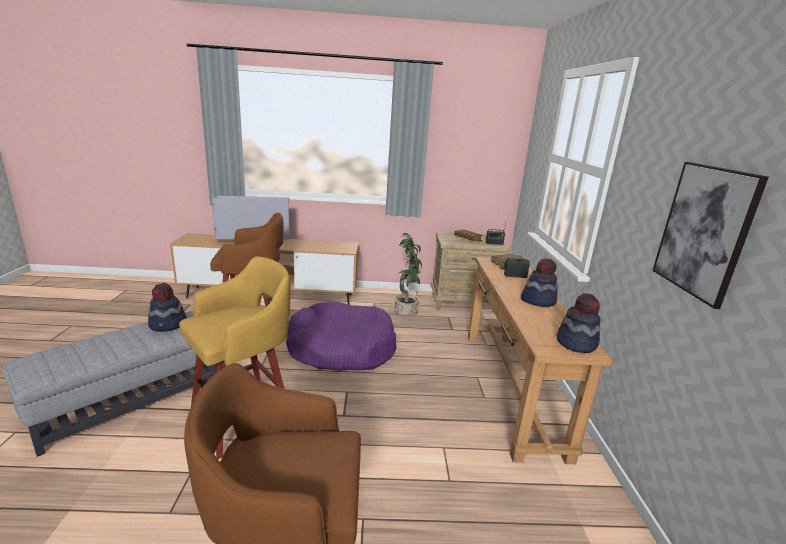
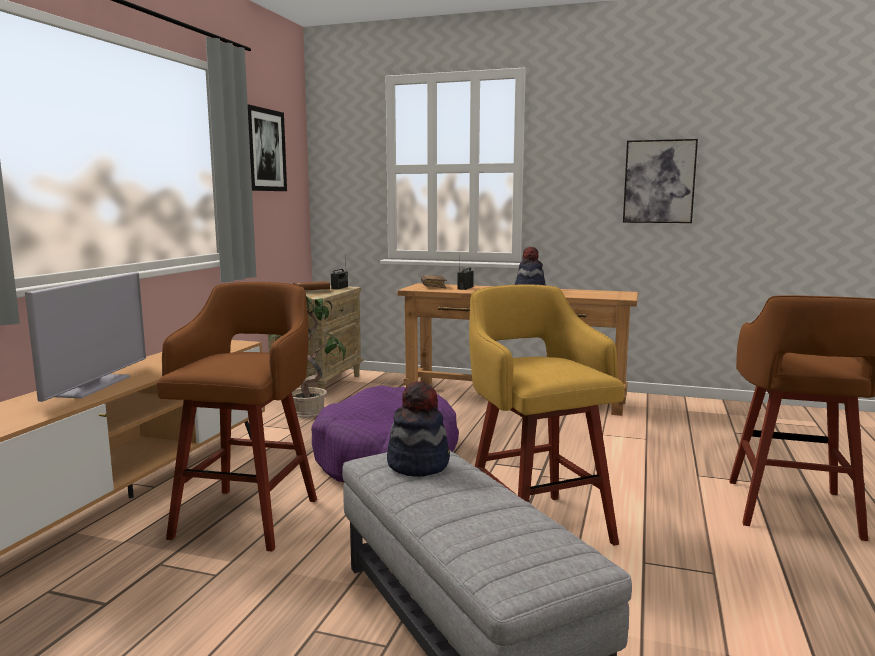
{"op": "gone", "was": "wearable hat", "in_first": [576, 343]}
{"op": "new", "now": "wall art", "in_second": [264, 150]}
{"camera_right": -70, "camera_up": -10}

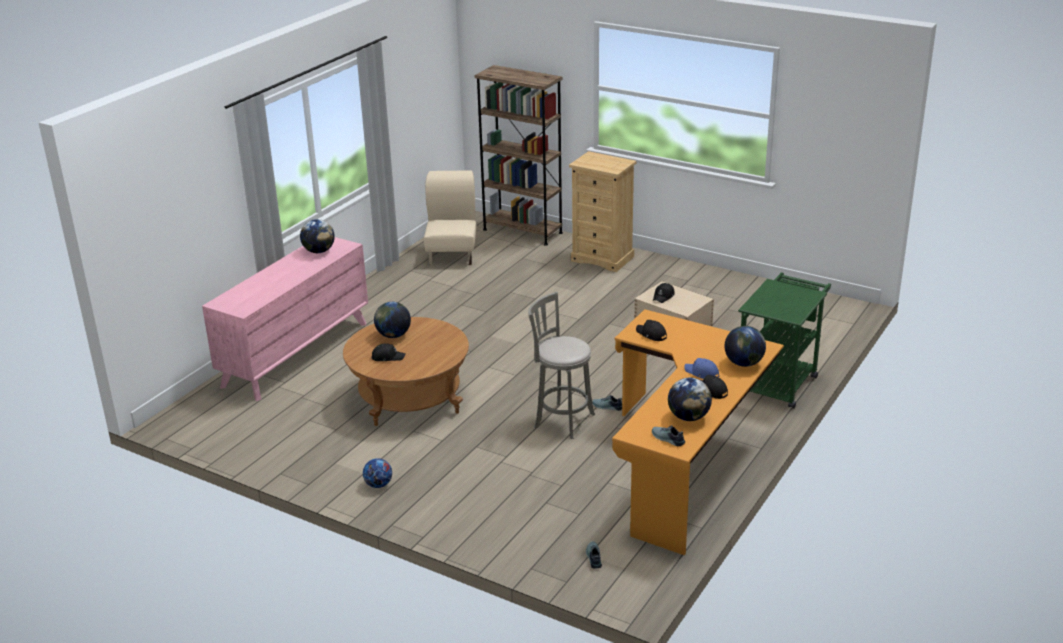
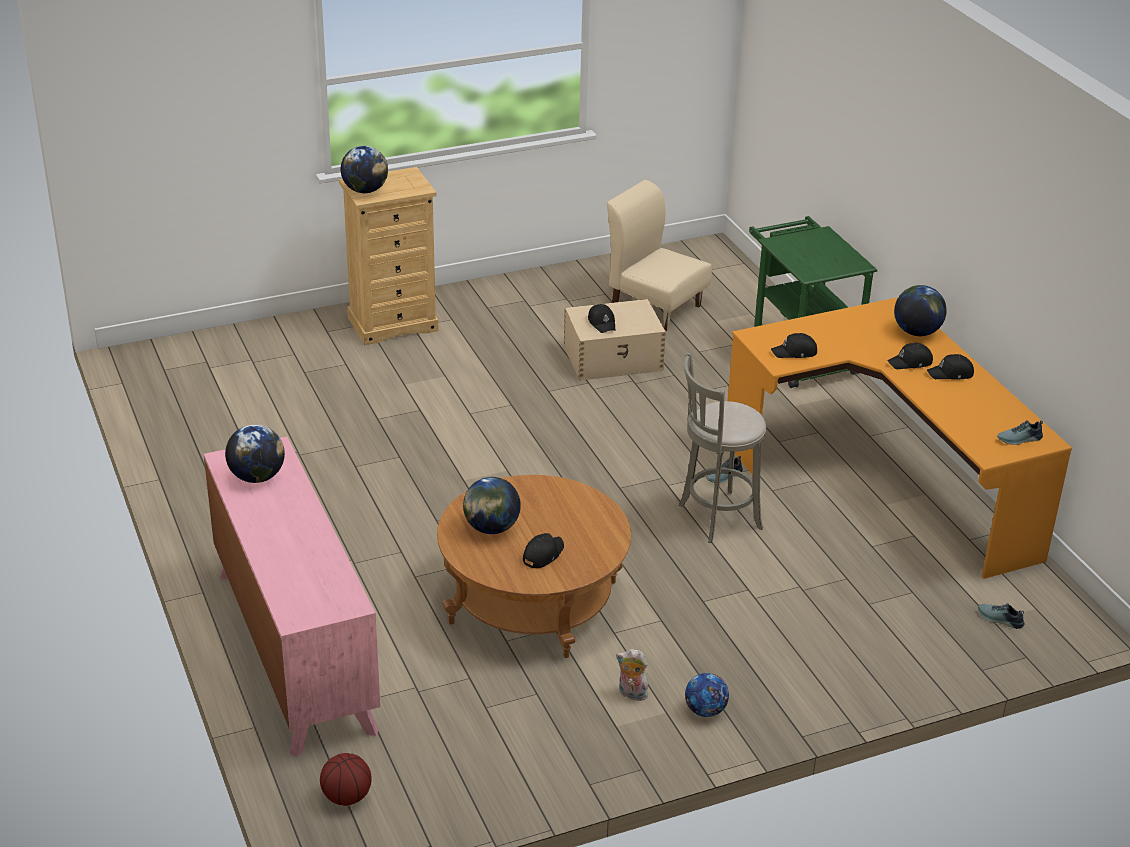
{"op": "gone", "was": "brown bookshelf", "in_first": [522, 231]}
{"op": "new", "now": "ball for basketball", "in_second": [346, 797]}
{"op": "new", "now": "plush toy", "in_second": [631, 694]}
{"op": "shifted", "was": "beige-coloured chair", "in_first": [452, 254], "in_second": [655, 306]}
{"op": "shifted", "was": "globe", "in_first": [688, 417], "in_second": [365, 190]}
{"op": "repainted", "was": "bluish cap", "now": "black-coloured cap", "in_first": [702, 373], "in_second": [910, 362]}
{"camera_right": -55, "camera_up": 5}

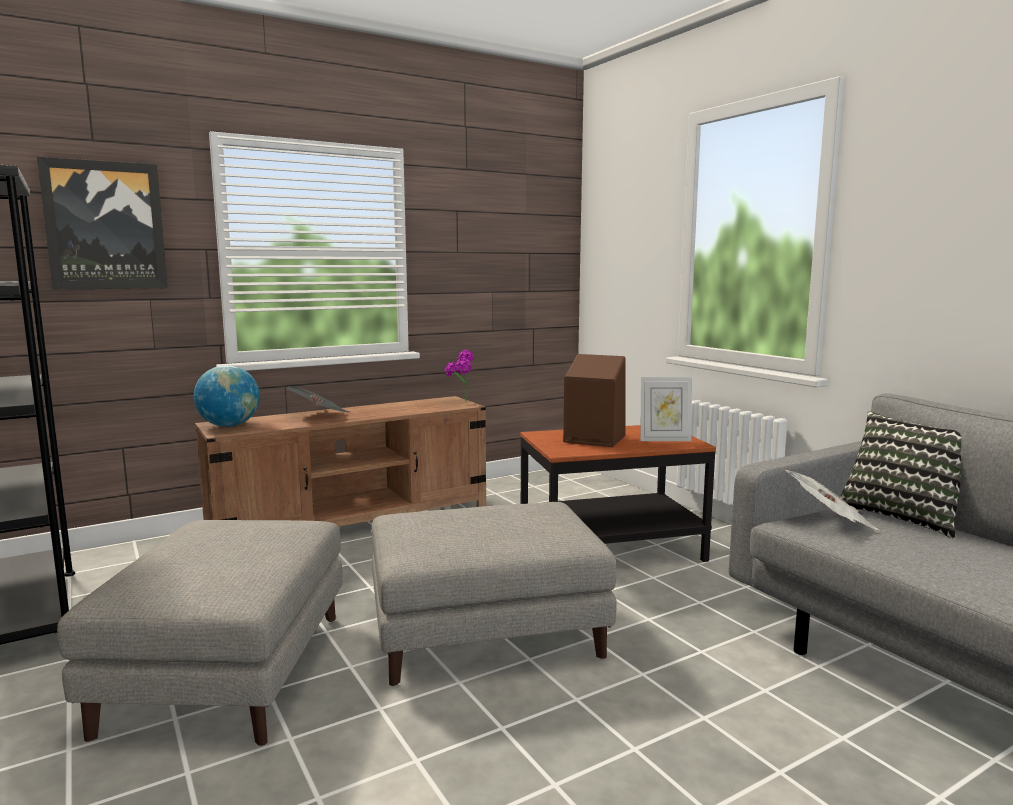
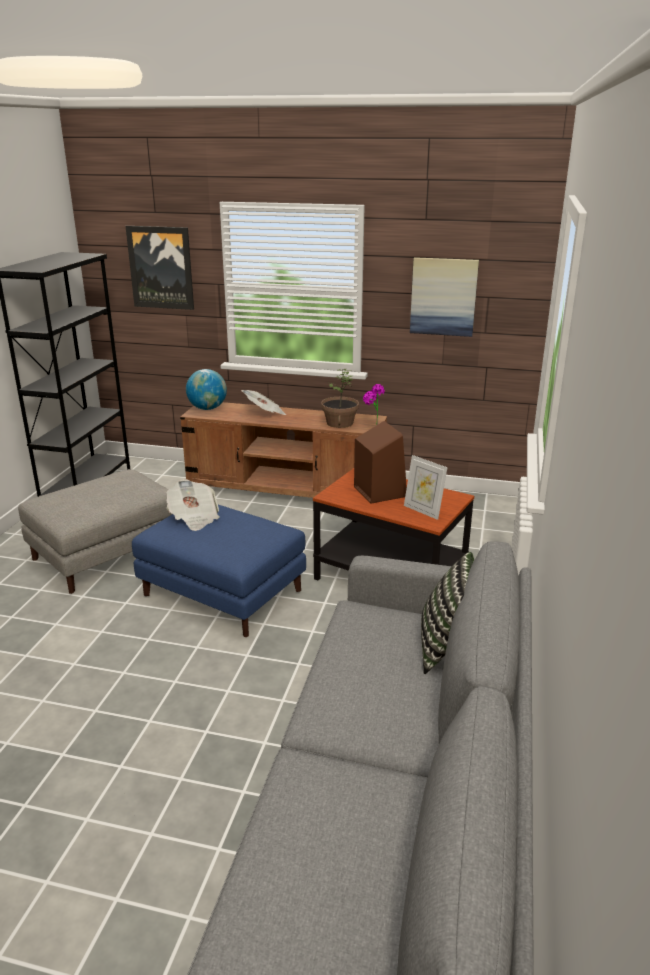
{"op": "new", "now": "plant in a pot", "in_second": [339, 423]}
{"op": "new", "now": "wall art", "in_second": [443, 296]}
{"op": "shifted", "was": "printed paper", "in_first": [829, 522], "in_second": [194, 518]}
{"op": "repainted", "was": "grey ottoman", "now": "bluish ottoman", "in_first": [484, 635], "in_second": [221, 593]}
{"camera_right": 45, "camera_up": 15}

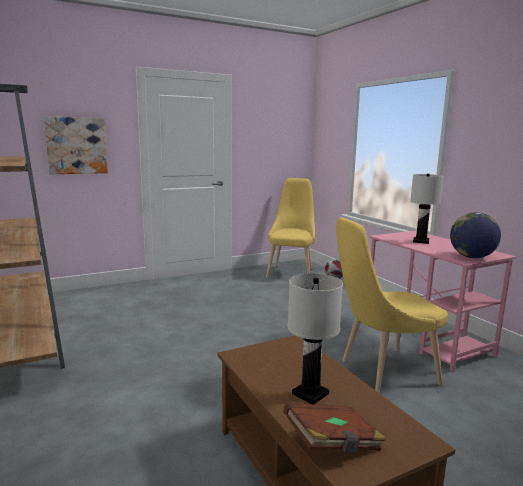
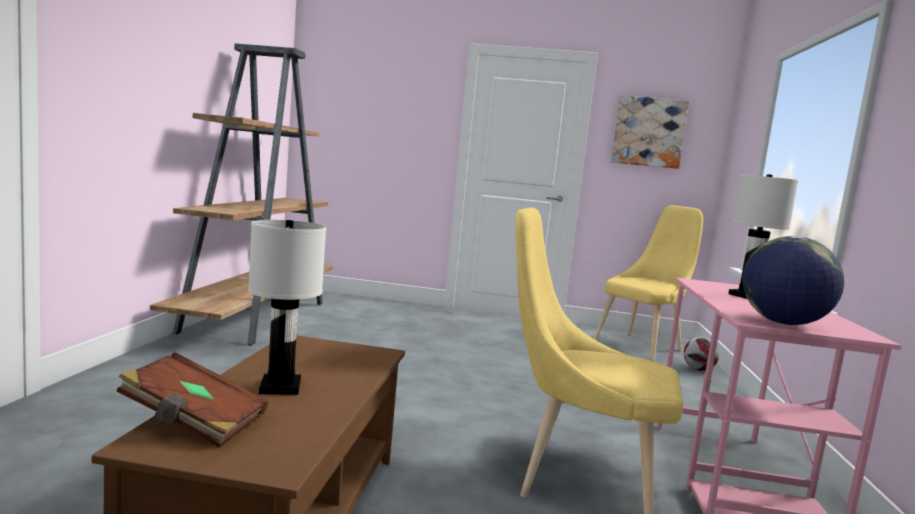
{"op": "shifted", "was": "wall art", "in_first": [76, 145], "in_second": [648, 132]}
{"camera_right": 35, "camera_up": -5}

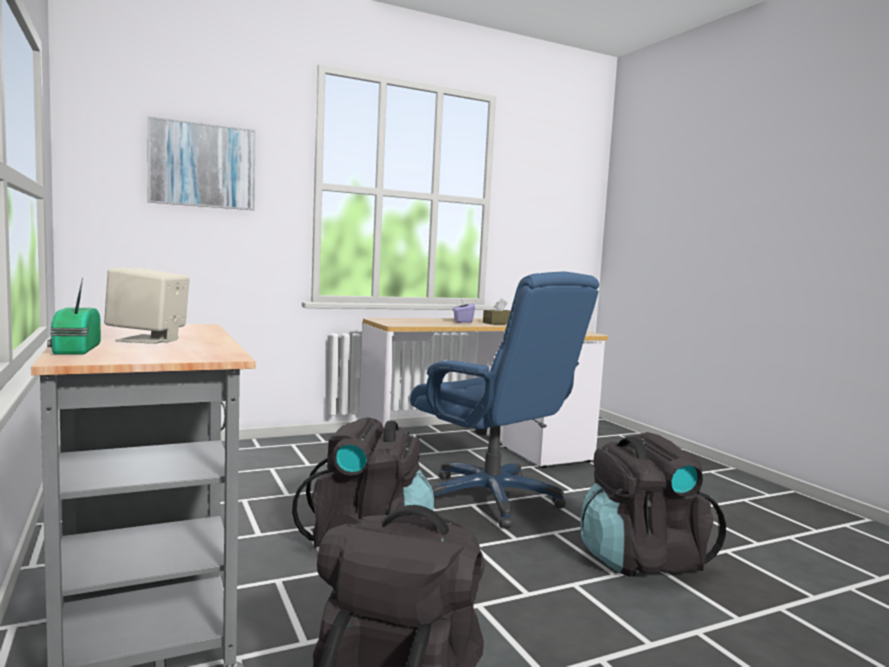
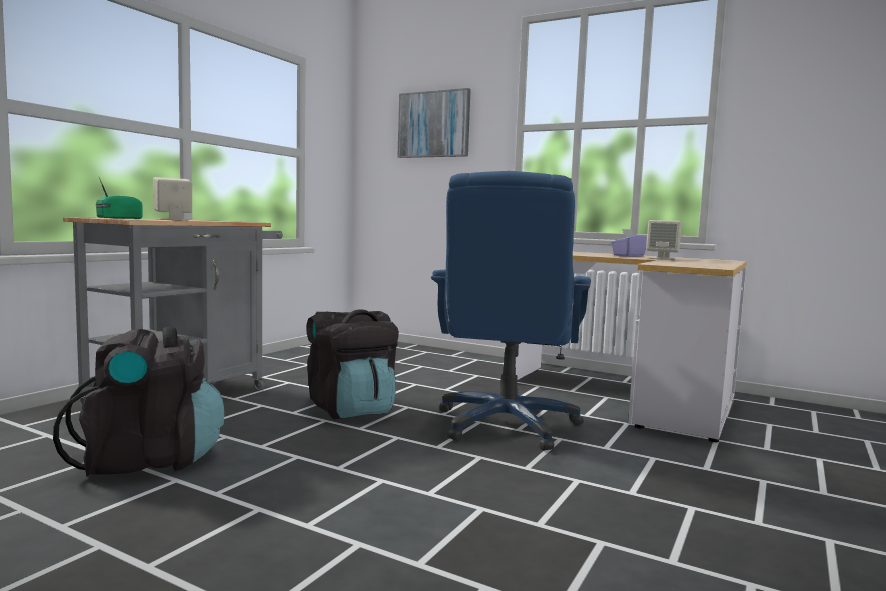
{"op": "gone", "was": "black-coloured rucksack", "in_first": [641, 559]}
{"op": "swapped", "was": "brown tissue box", "now": "beige-coloured loudspeaker", "in_first": [499, 323], "in_second": [662, 258]}
{"camera_right": 55, "camera_up": 0}

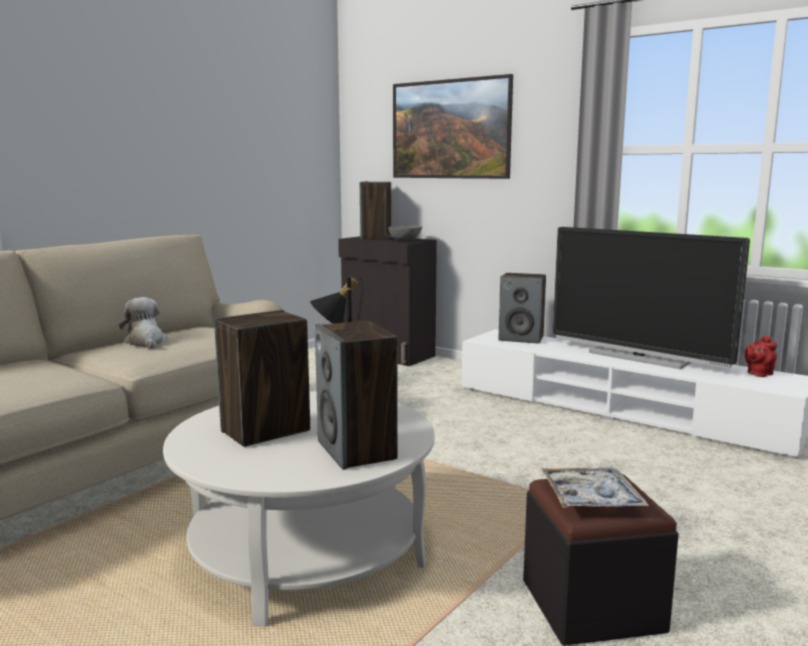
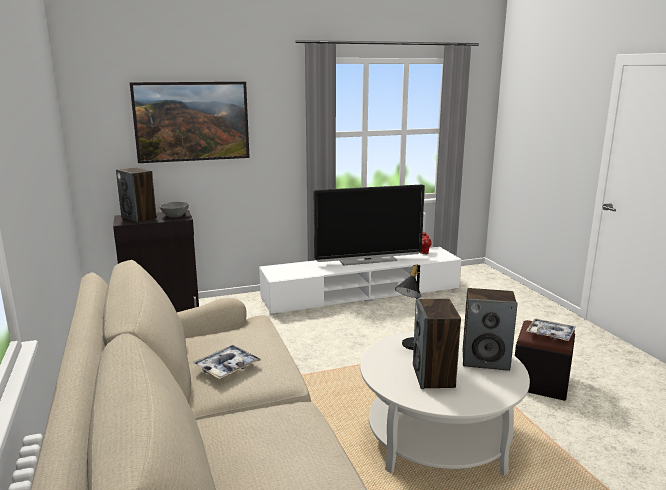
{"op": "gone", "was": "loudspeaker", "in_first": [521, 338]}
{"op": "swapped", "was": "plush toy", "now": "tray", "in_first": [146, 342], "in_second": [227, 367]}
{"camera_right": -55, "camera_up": 5}

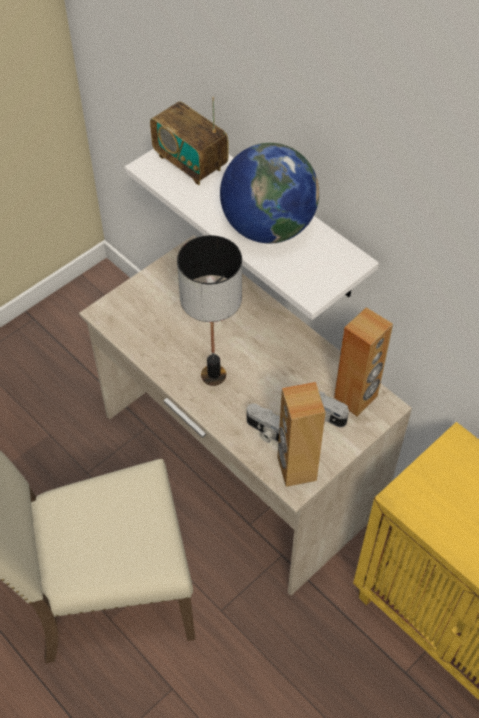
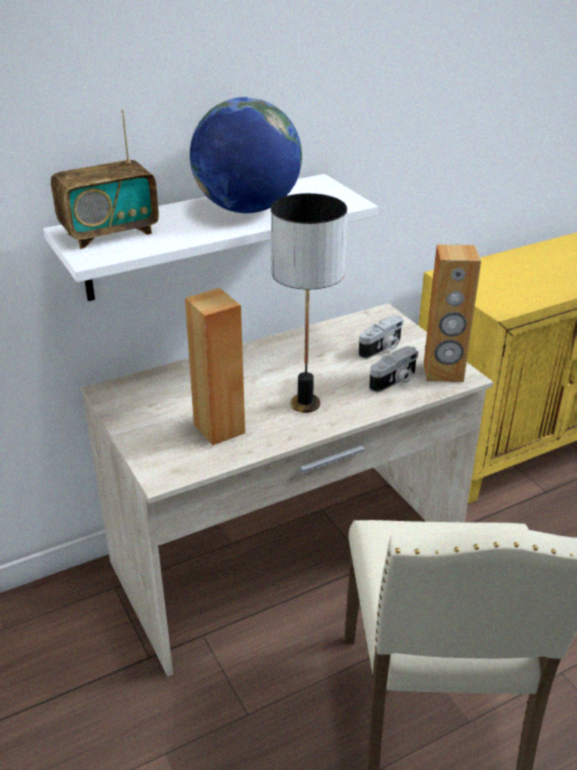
{"op": "shifted", "was": "brown loudspeaker", "in_first": [356, 398], "in_second": [220, 428]}
{"camera_right": -75, "camera_up": -20}

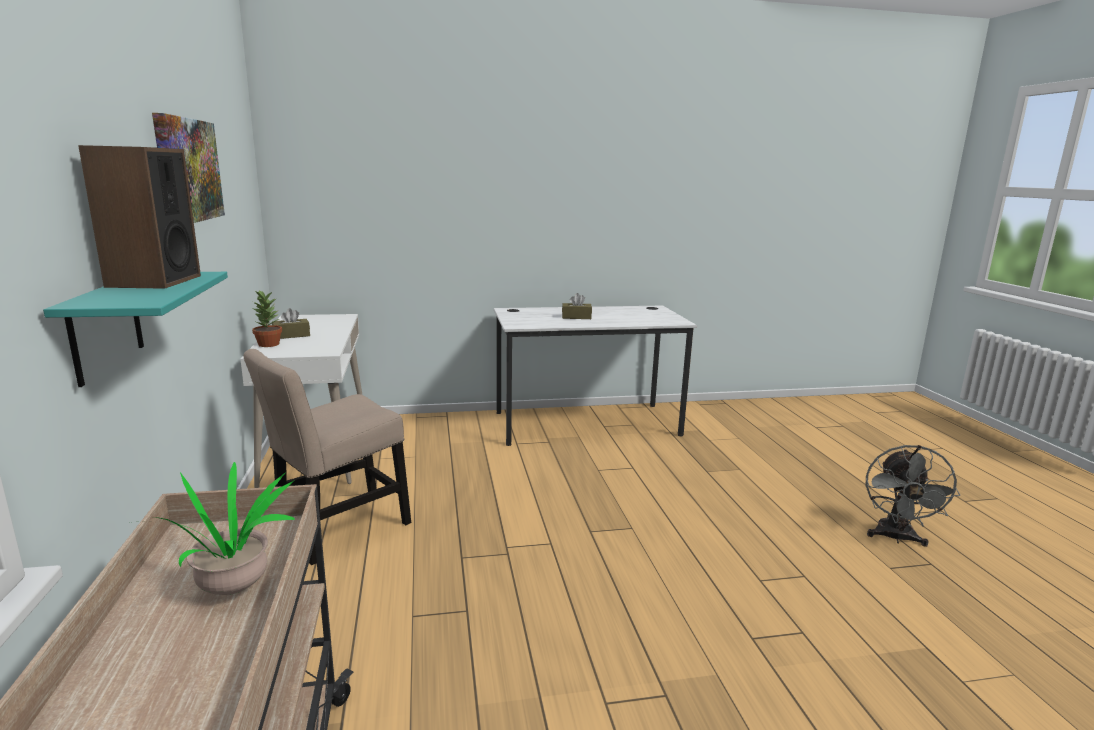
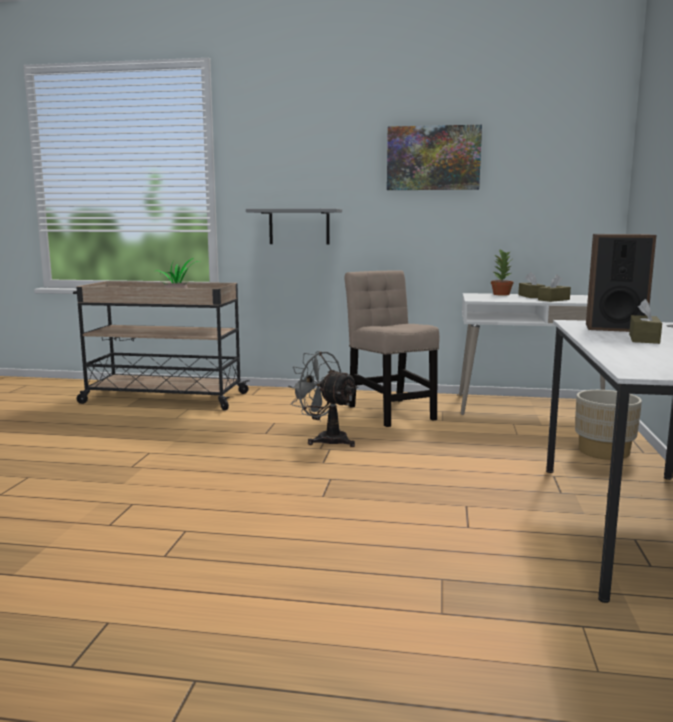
{"op": "new", "now": "brown tissue box", "in_second": [553, 300]}
{"op": "new", "now": "beige-coloured plant pot", "in_second": [604, 451]}
{"op": "shifted", "was": "loudspeaker", "in_first": [154, 281], "in_second": [614, 327]}
{"op": "shifted", "was": "grey electric fan", "in_first": [896, 538], "in_second": [326, 439]}
{"op": "repainted", "was": "blue-green wall shelf", "now": "grey wall shelf", "in_first": [106, 326], "in_second": [299, 226]}
{"camera_right": 110, "camera_up": -5}

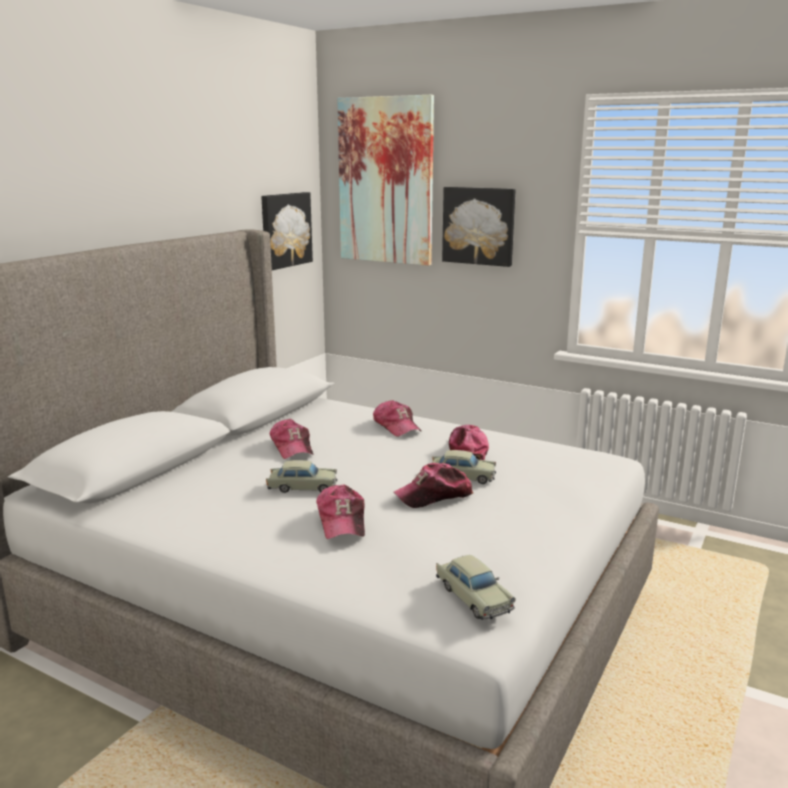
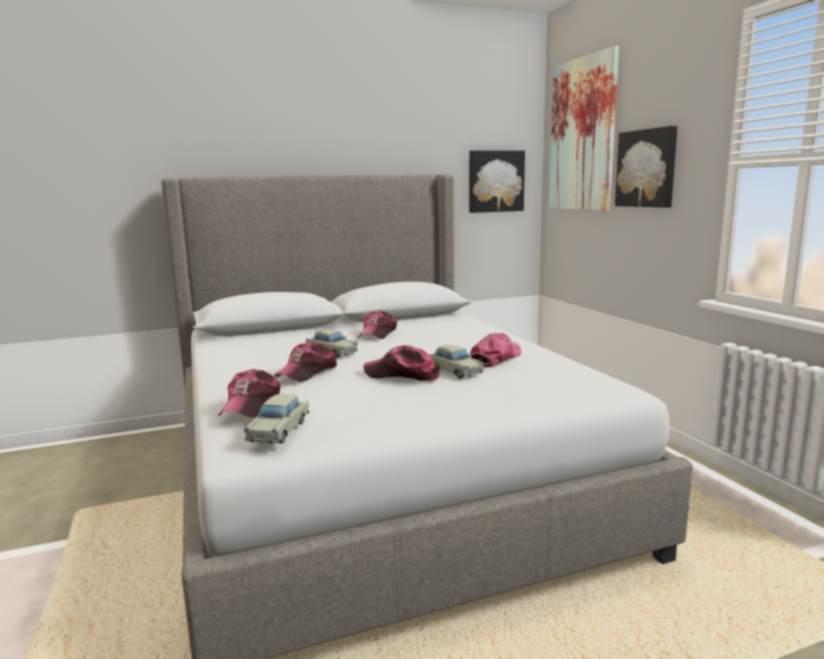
{"op": "shifted", "was": "cap", "in_first": [396, 426], "in_second": [251, 405]}
{"camera_right": 40, "camera_up": -5}

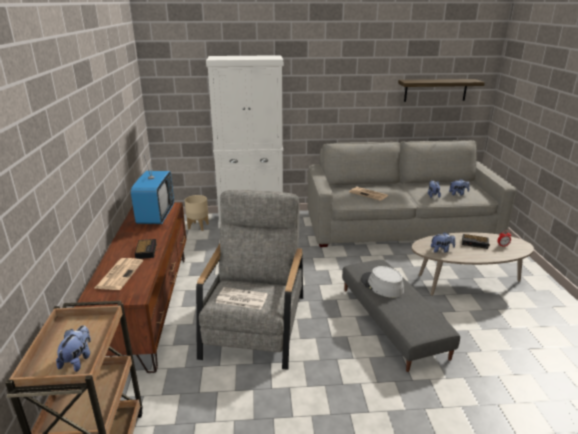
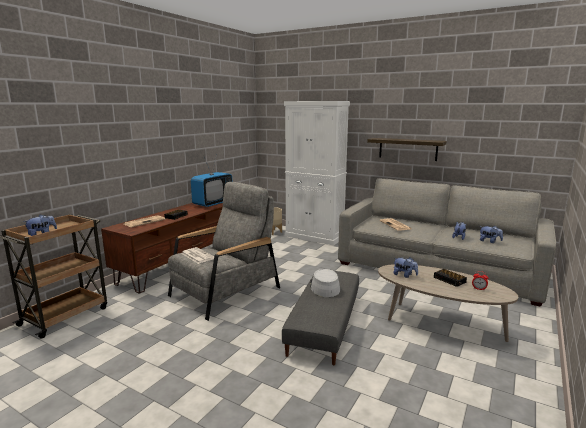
{"op": "shifted", "was": "wall shelf", "in_first": [435, 90], "in_second": [407, 149]}
{"camera_right": 35, "camera_up": -10}

